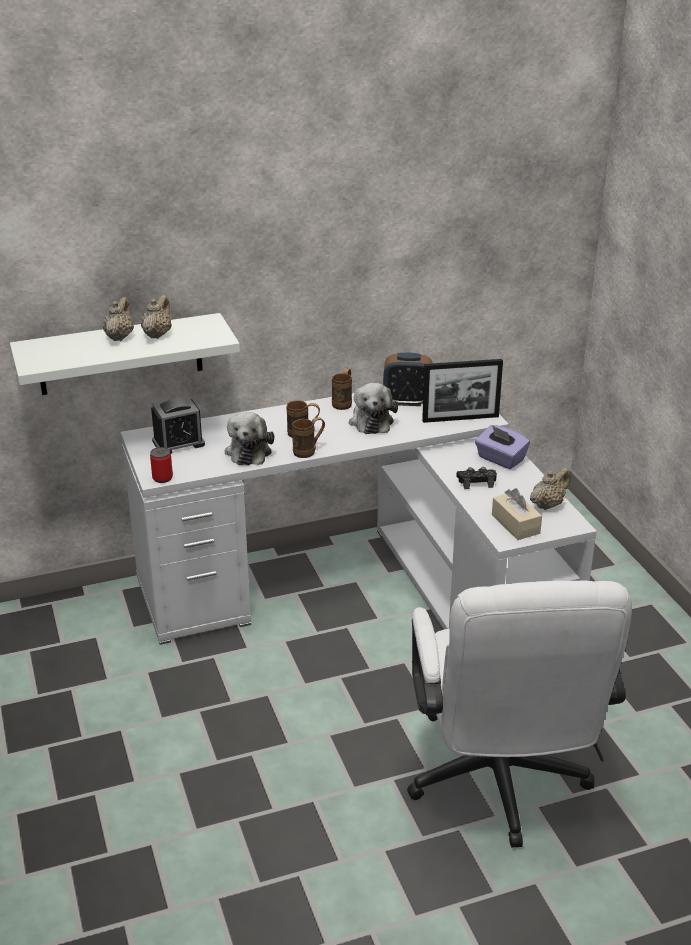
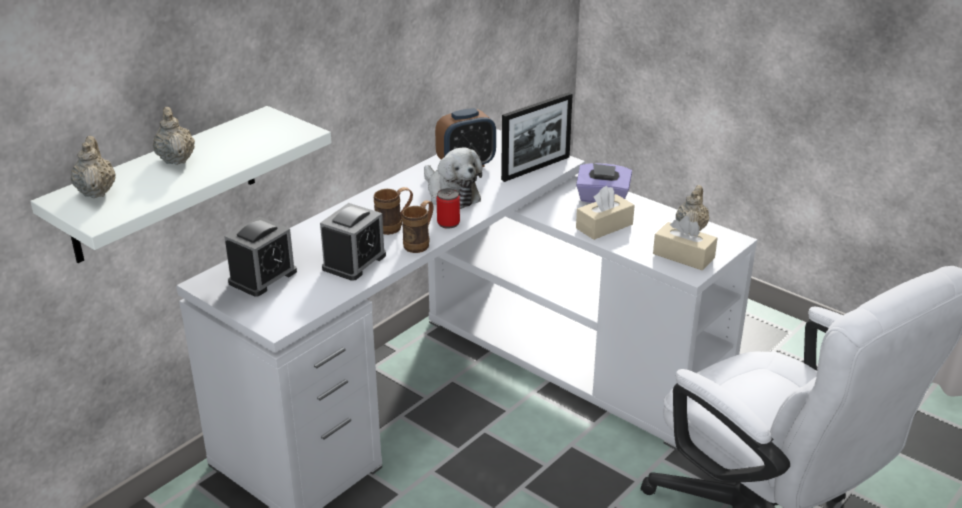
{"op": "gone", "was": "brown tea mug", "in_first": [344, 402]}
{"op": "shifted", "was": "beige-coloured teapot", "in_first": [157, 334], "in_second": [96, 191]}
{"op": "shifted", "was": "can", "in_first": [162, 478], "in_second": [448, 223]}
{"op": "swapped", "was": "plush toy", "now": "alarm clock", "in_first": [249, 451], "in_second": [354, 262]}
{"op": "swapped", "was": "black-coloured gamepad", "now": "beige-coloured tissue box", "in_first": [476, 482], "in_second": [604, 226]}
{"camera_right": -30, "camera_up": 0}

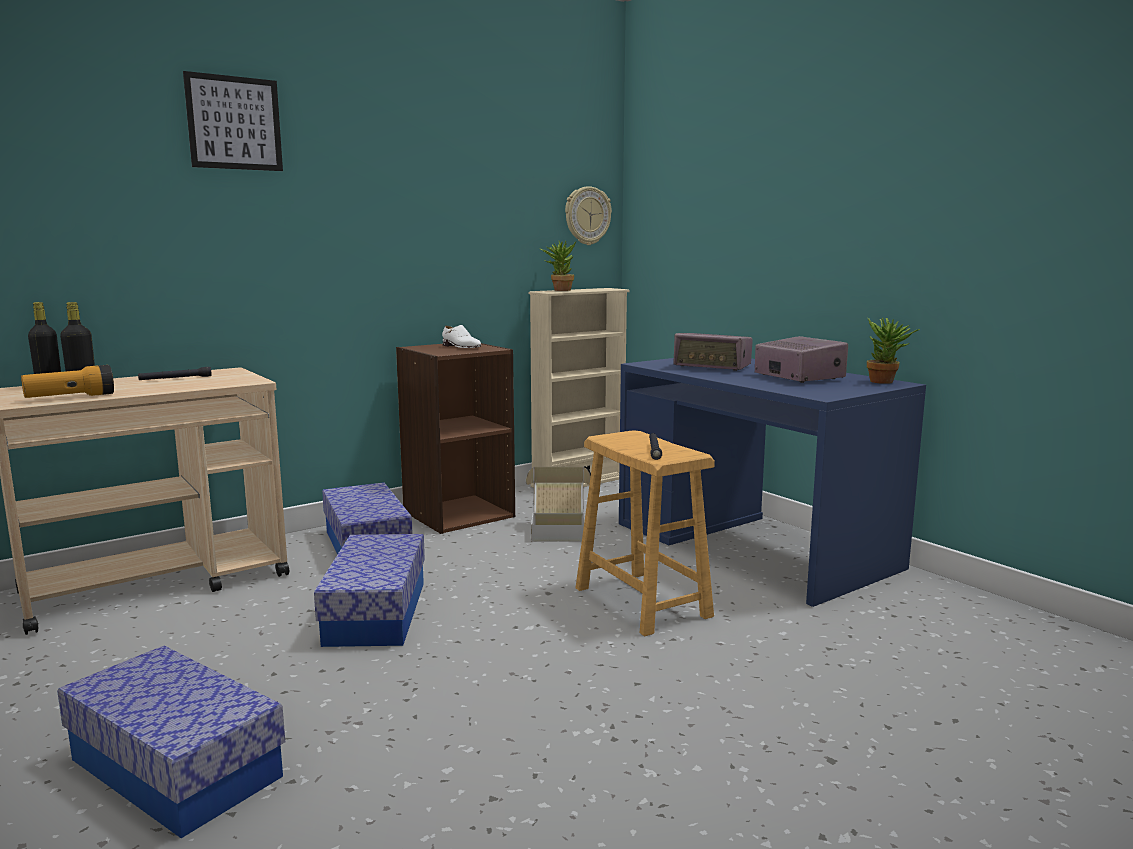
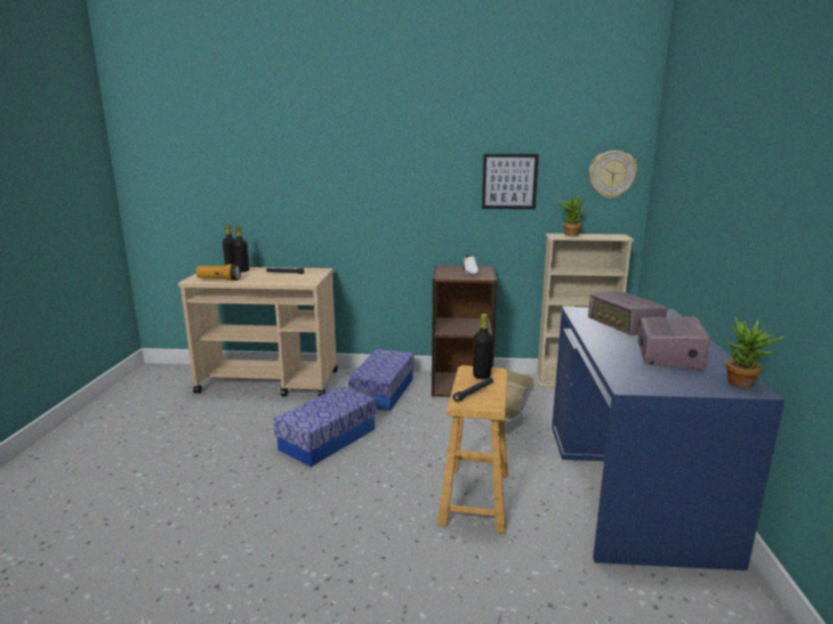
{"op": "gone", "was": "storage box", "in_first": [176, 768]}
{"op": "new", "now": "black-coloured drink bottle", "in_second": [481, 376]}
{"op": "shifted", "was": "wall art", "in_first": [234, 123], "in_second": [509, 181]}
{"camera_right": 40, "camera_up": 5}

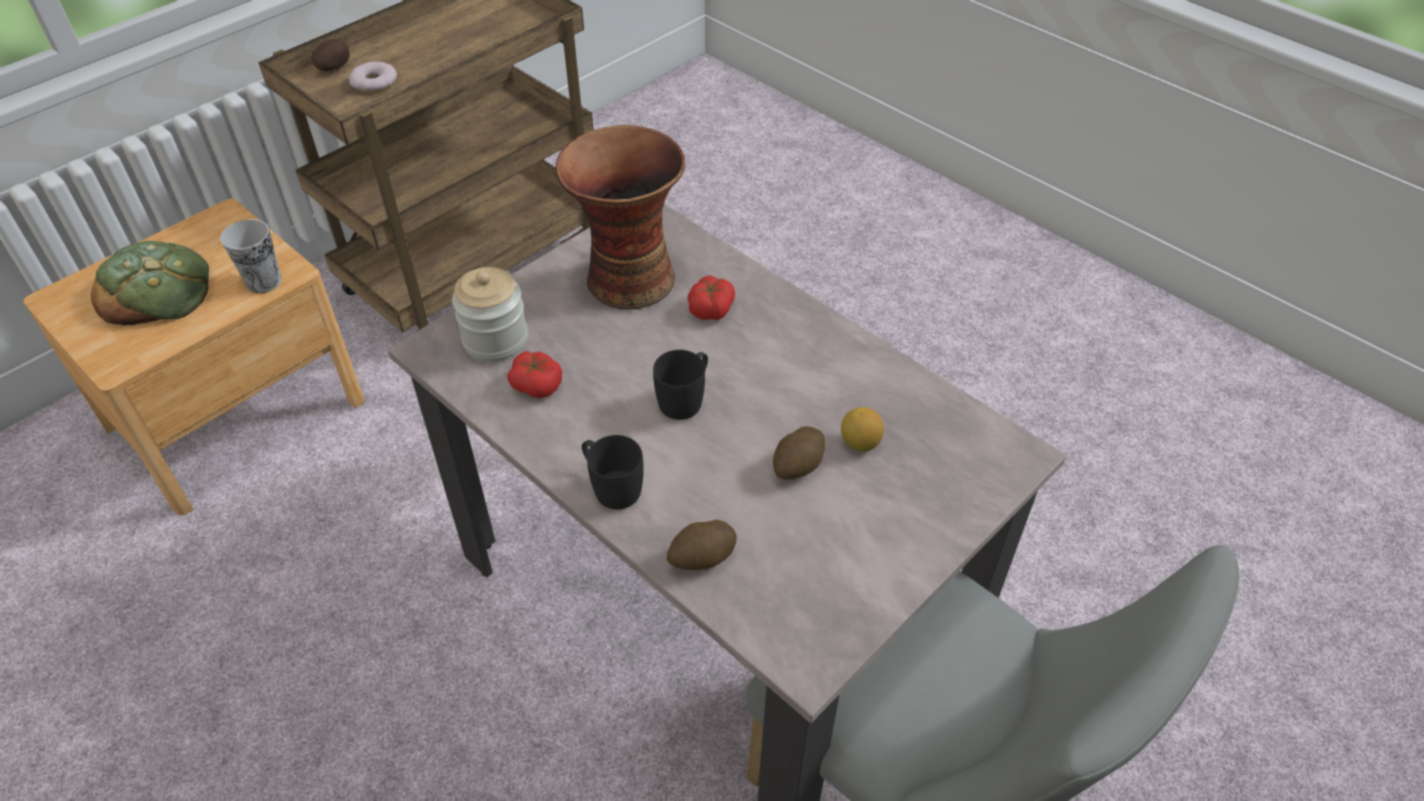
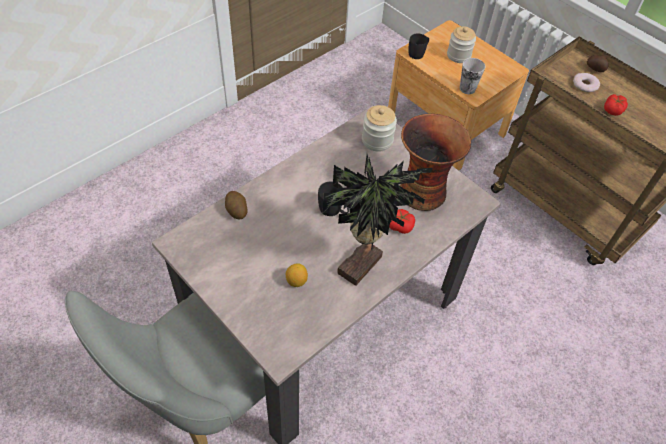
{"op": "gone", "was": "whole potato", "in_first": [798, 466]}
{"op": "new", "now": "plant in a pot", "in_second": [363, 266]}
{"op": "shifted", "was": "tomato", "in_first": [537, 385], "in_second": [613, 110]}
{"op": "shifted", "was": "black-coloured tea mug", "in_first": [611, 486], "in_second": [418, 53]}
{"op": "swapped", "was": "baked bread", "now": "jar", "in_first": [155, 290], "in_second": [458, 55]}
{"camera_right": 90, "camera_up": 5}

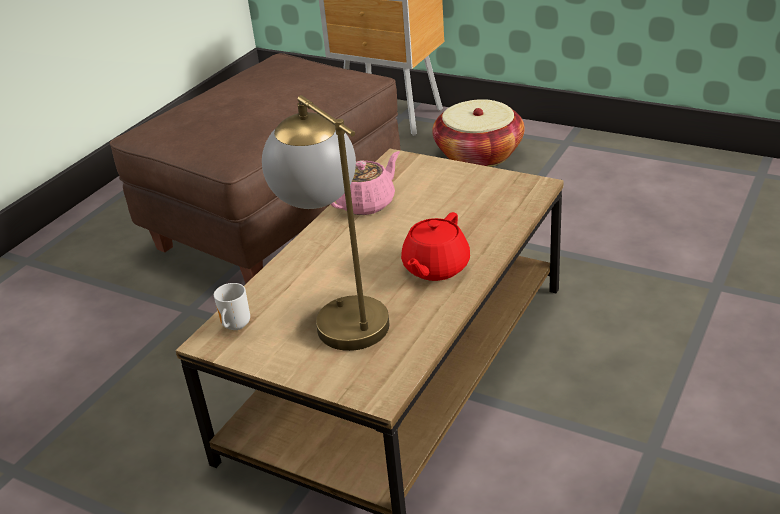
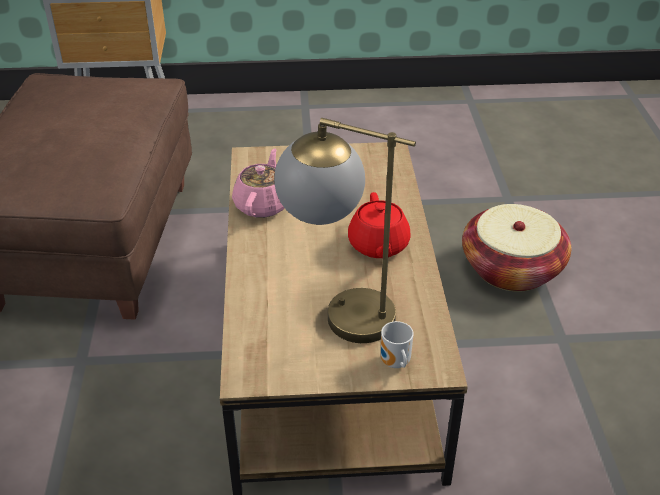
{"op": "shifted", "was": "tea mug", "in_first": [234, 326], "in_second": [394, 364]}
{"op": "shifted", "was": "storage basket", "in_first": [478, 154], "in_second": [511, 269]}
{"camera_right": -35, "camera_up": 5}

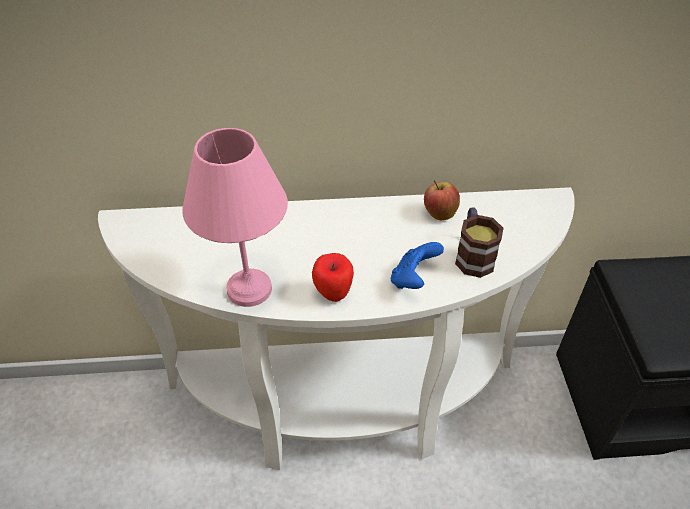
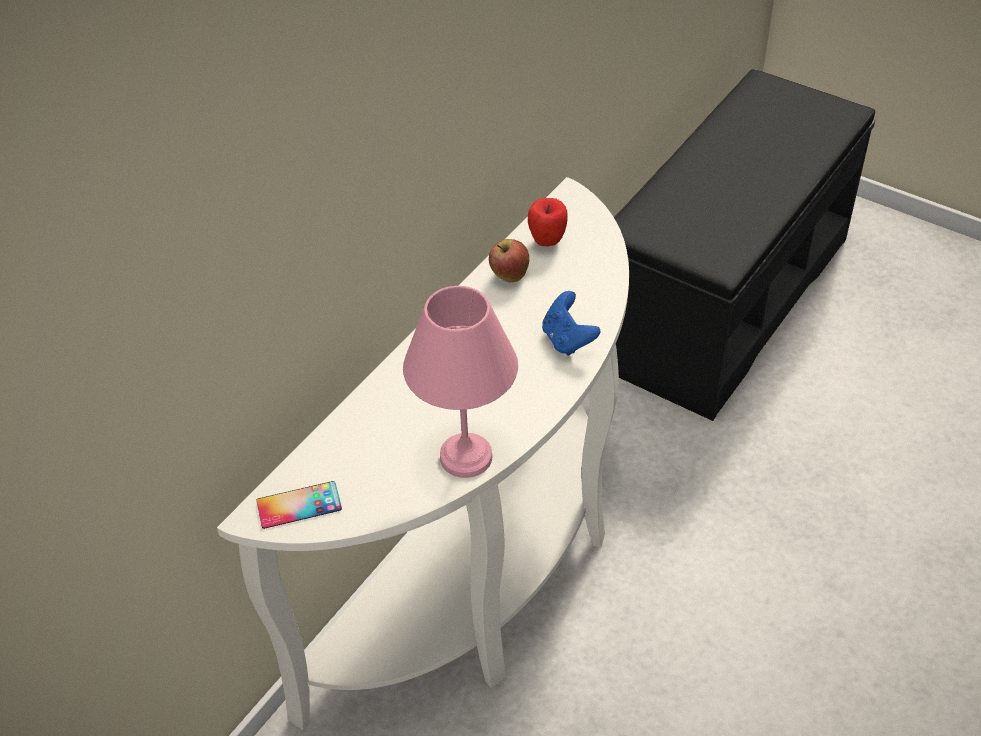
{"op": "gone", "was": "tea mug", "in_first": [473, 255]}
{"op": "new", "now": "handset", "in_second": [299, 505]}
{"op": "shifted", "was": "apple fruit", "in_first": [333, 295], "in_second": [547, 242]}
{"camera_right": -50, "camera_up": 0}

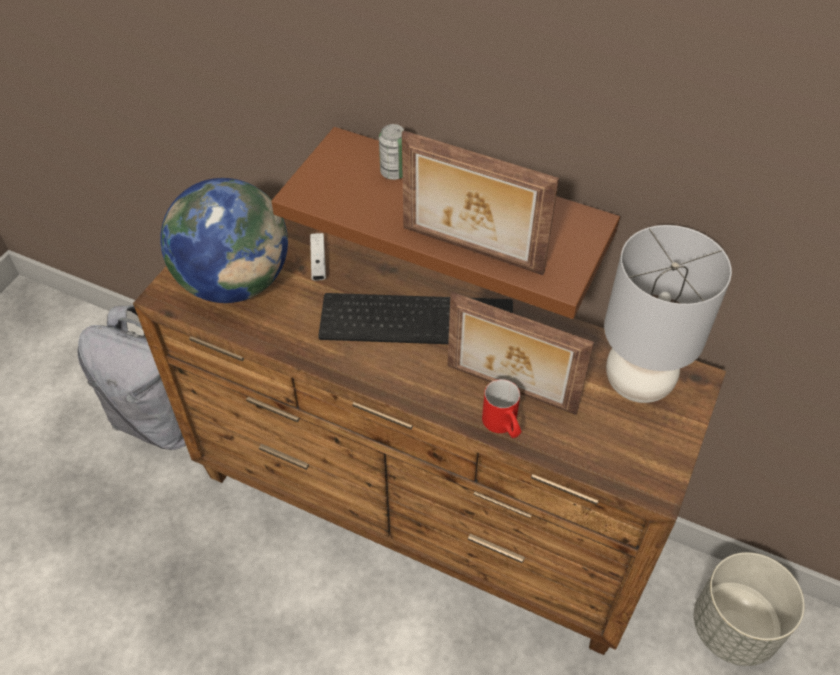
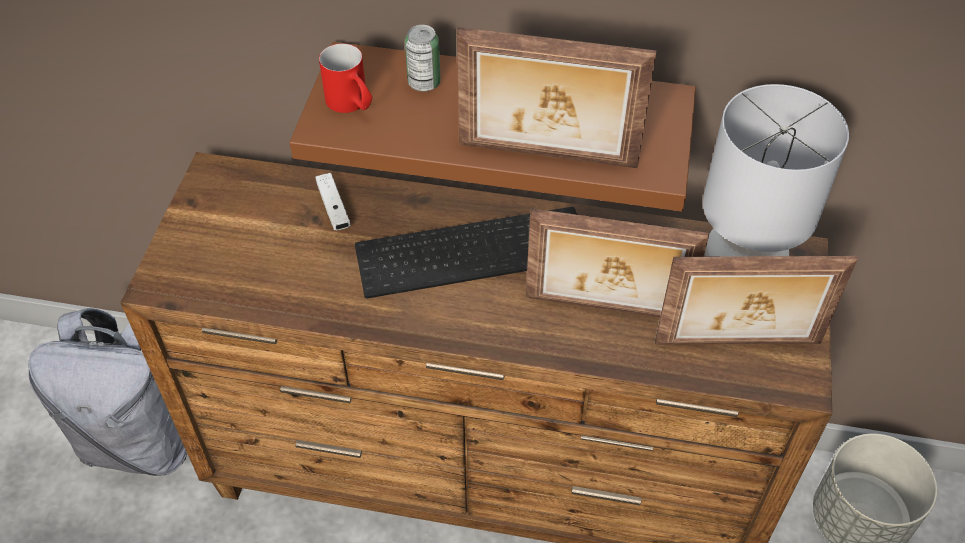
{"op": "gone", "was": "globe", "in_first": [235, 282]}
{"op": "new", "now": "standing frame", "in_second": [738, 345]}
{"op": "shifted", "was": "reddish tea mug", "in_first": [503, 426], "in_second": [352, 105]}
{"camera_right": -15, "camera_up": 0}

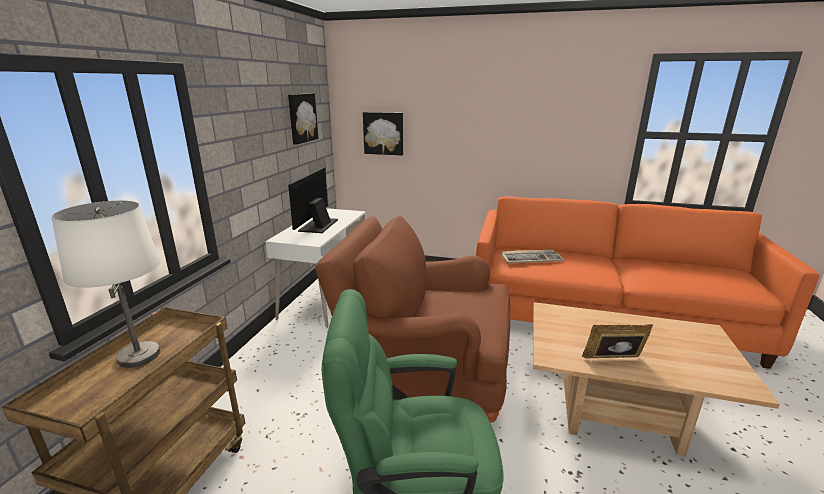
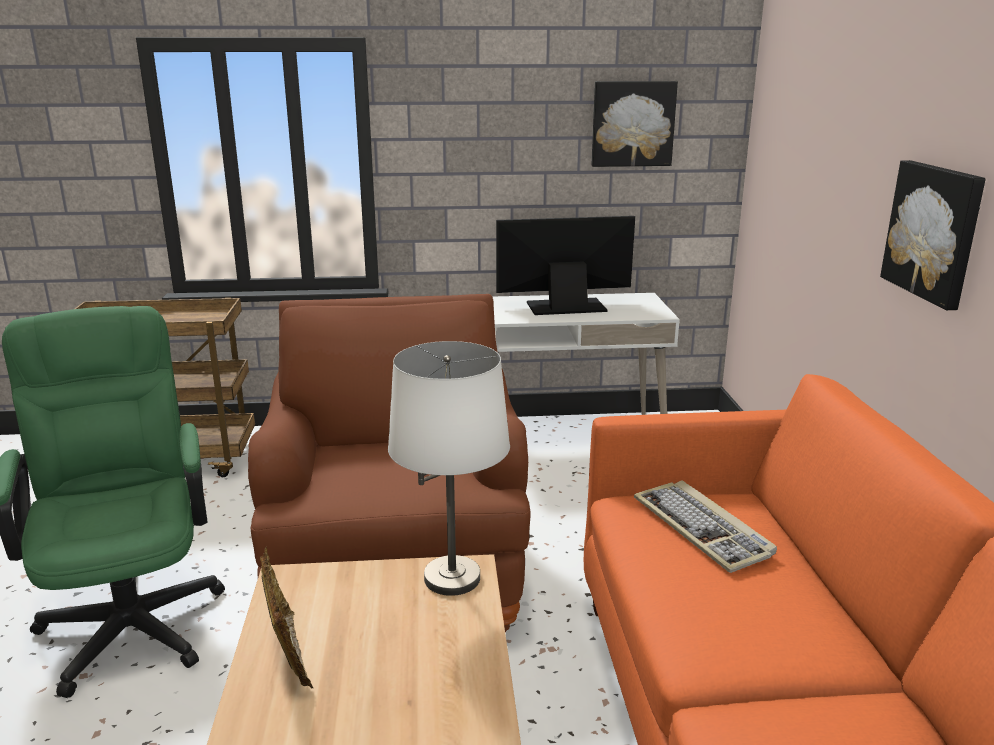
{"op": "shifted", "was": "whitish tabletop lamp", "in_first": [138, 356], "in_second": [451, 578]}
{"op": "shifted", "was": "wall art", "in_first": [383, 133], "in_second": [934, 232]}
{"camera_right": 70, "camera_up": 0}

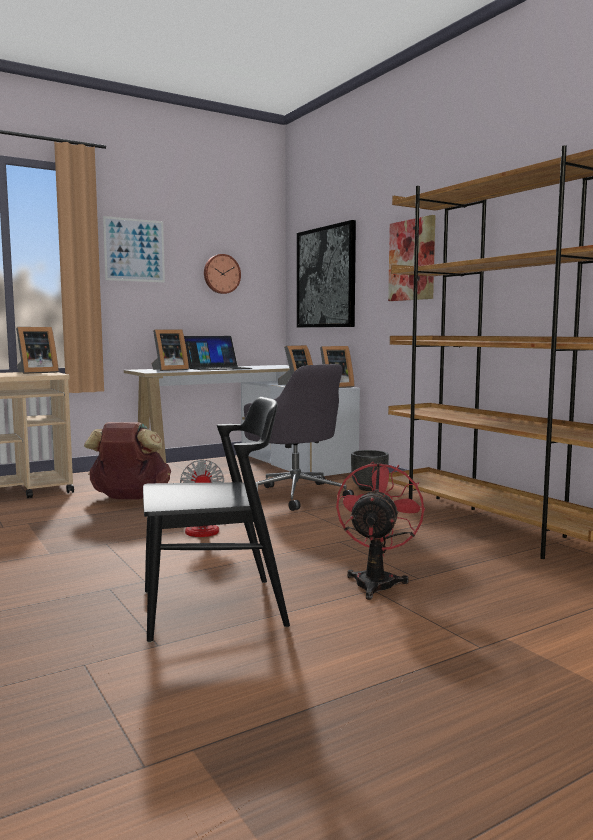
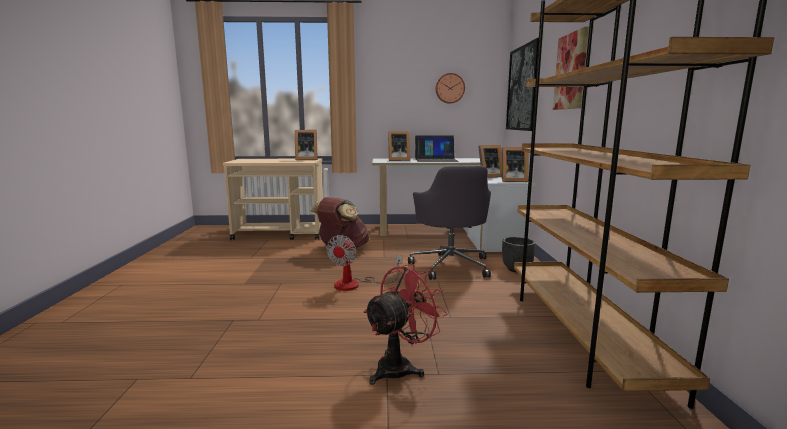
{"op": "gone", "was": "wall art", "in_first": [134, 250]}
{"op": "gone", "was": "black-coloured chair", "in_first": [214, 608]}
{"camera_right": 30, "camera_up": 5}

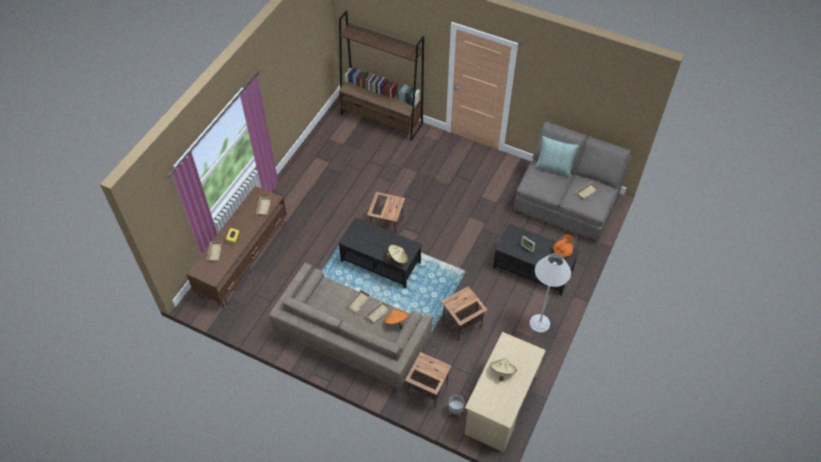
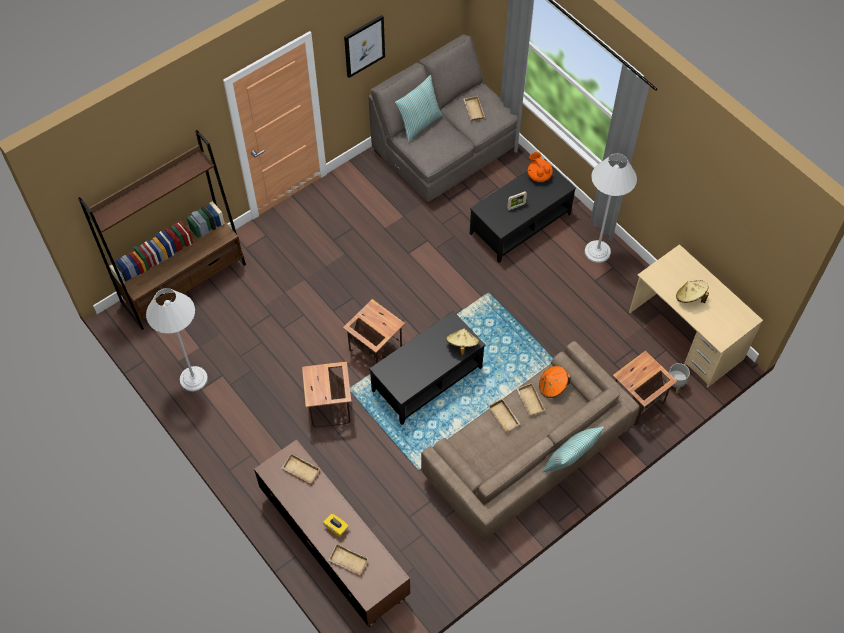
{"op": "new", "now": "whitish standing lamp", "in_second": [193, 379]}
{"op": "new", "now": "wall art", "in_second": [364, 46]}
{"op": "new", "now": "pillow", "in_second": [570, 460]}
{"op": "shifted", "was": "end table", "in_first": [461, 325], "in_second": [330, 409]}
{"camera_right": -65, "camera_up": 5}

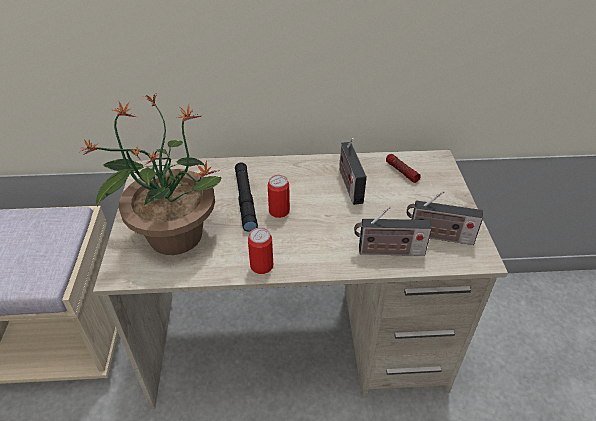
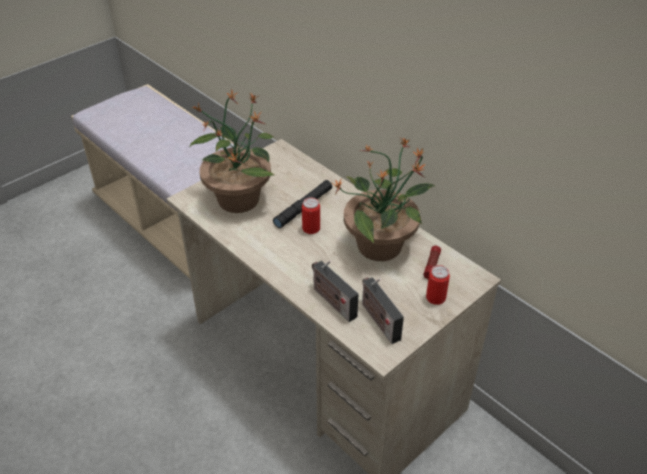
{"op": "shifted", "was": "can", "in_first": [262, 266], "in_second": [435, 298]}
{"op": "swapped", "was": "radio receiver", "now": "plant in a pot", "in_first": [349, 184], "in_second": [381, 245]}
{"camera_right": 50, "camera_up": 0}

